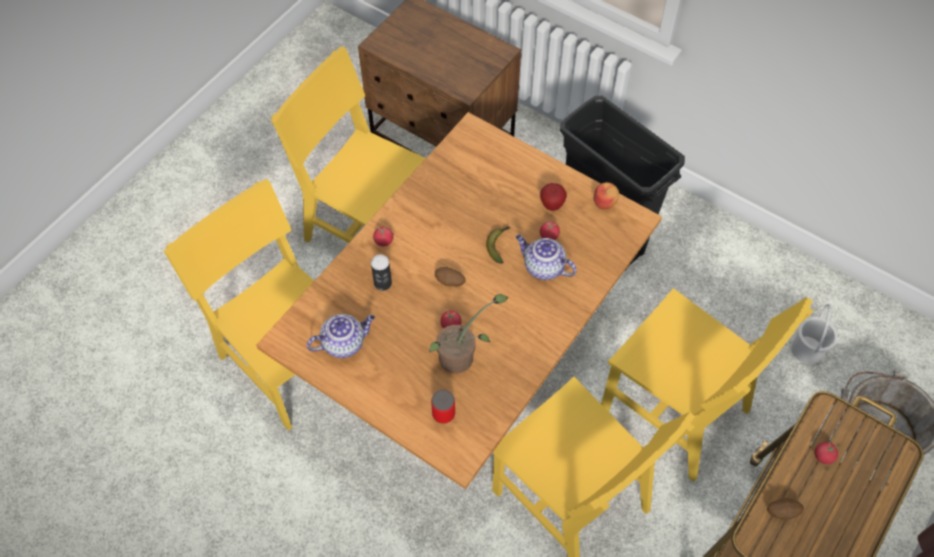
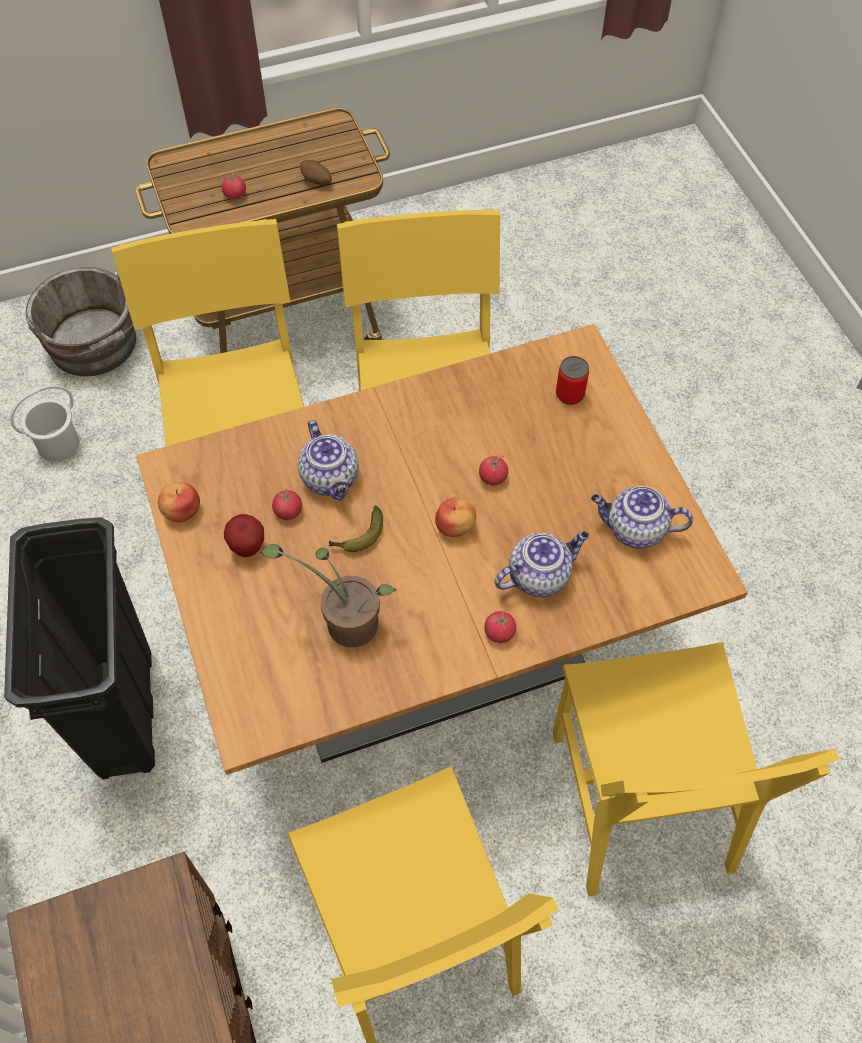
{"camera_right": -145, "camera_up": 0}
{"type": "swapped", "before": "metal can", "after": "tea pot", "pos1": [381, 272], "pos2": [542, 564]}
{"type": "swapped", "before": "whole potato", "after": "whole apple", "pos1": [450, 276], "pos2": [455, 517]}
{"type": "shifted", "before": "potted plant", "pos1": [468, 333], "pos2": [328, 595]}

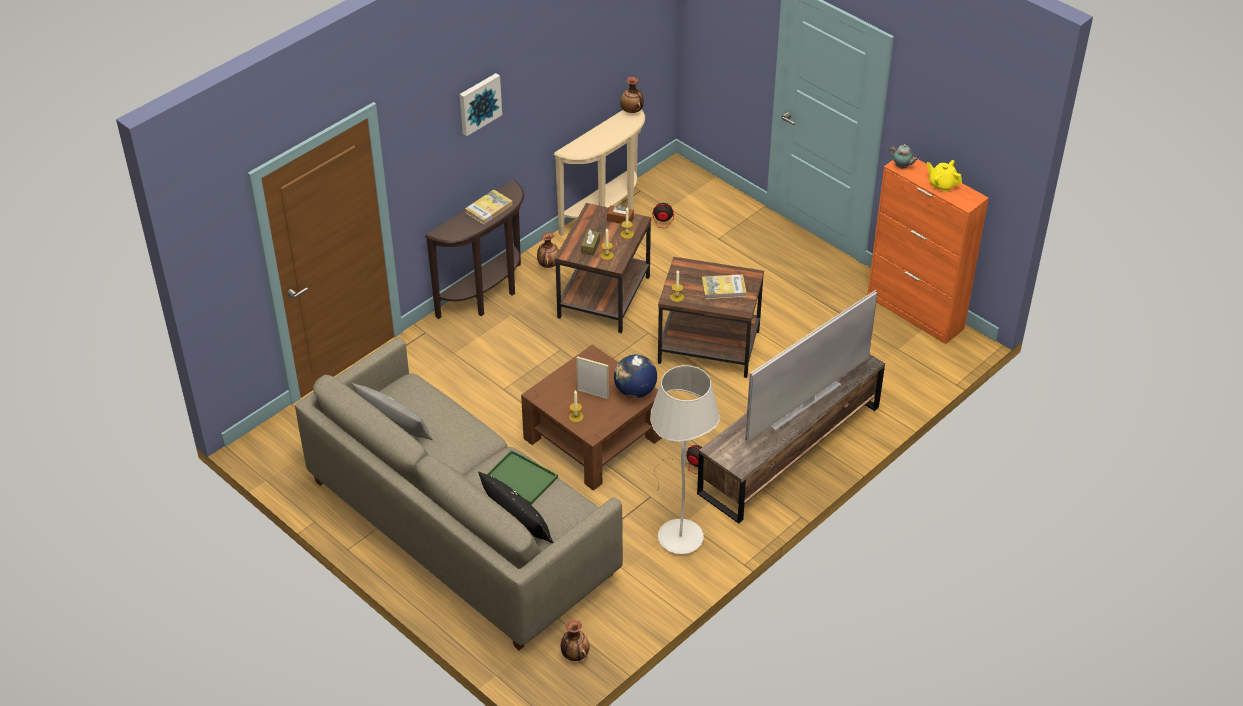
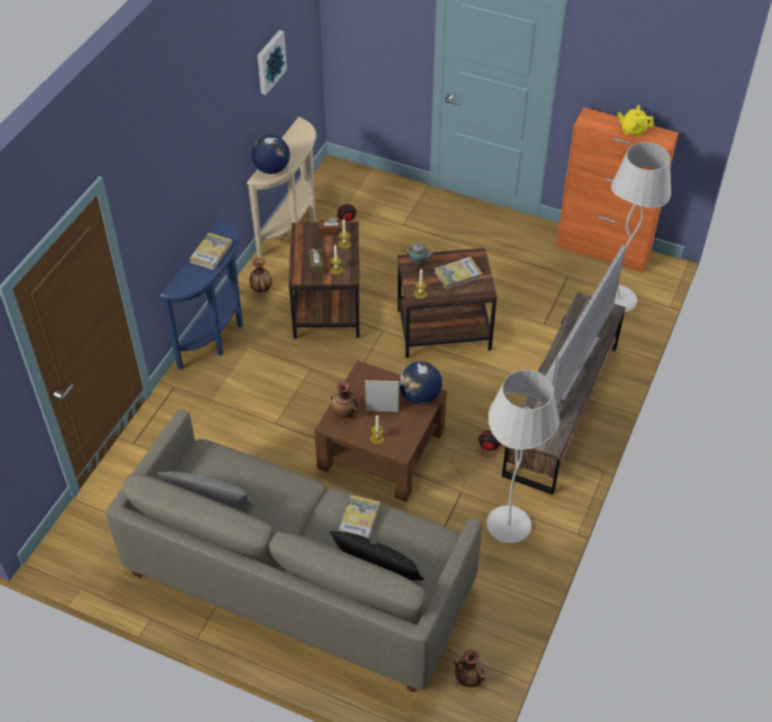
{"camera_right": -20, "camera_up": 5}
{"type": "shifted", "before": "picture", "pos1": [481, 104], "pos2": [272, 62]}
{"type": "shifted", "before": "flower vase", "pos1": [632, 95], "pos2": [344, 400]}
{"type": "shifted", "before": "tea pot", "pos1": [904, 156], "pos2": [419, 254]}
{"type": "repainted", "before": "brown narrow table", "after": "blue-coloured narrow table", "pos1": [474, 249], "pos2": [201, 294]}
{"type": "swapped", "before": "green tray", "after": "bound book", "pos1": [522, 477], "pos2": [359, 517]}
{"type": "new", "after": "desk globe", "pos2": [270, 154]}
{"type": "new", "after": "white-coloured standing lamp", "pos2": [641, 227]}

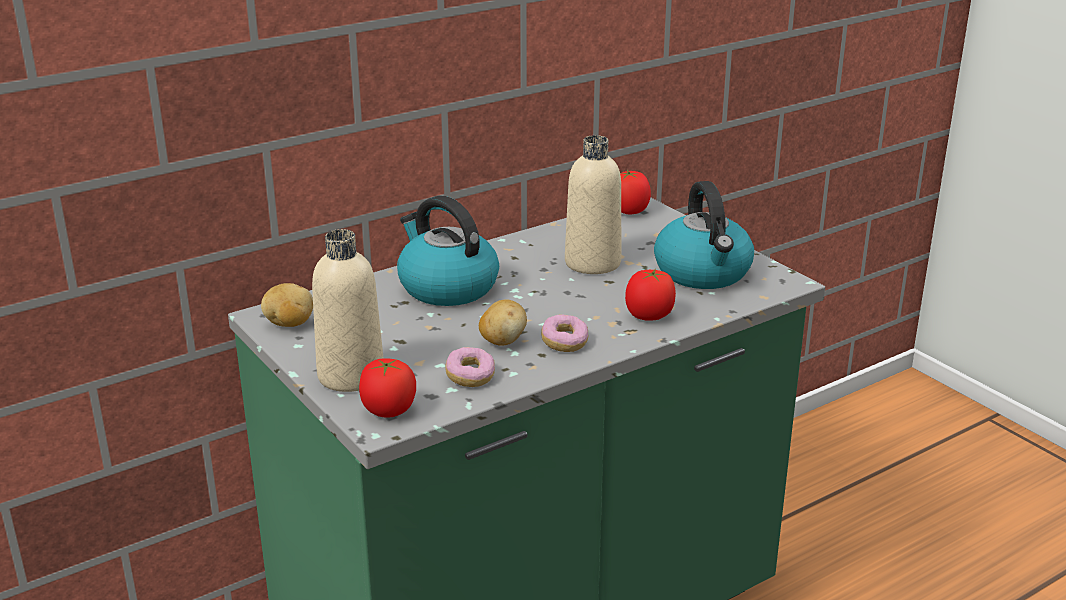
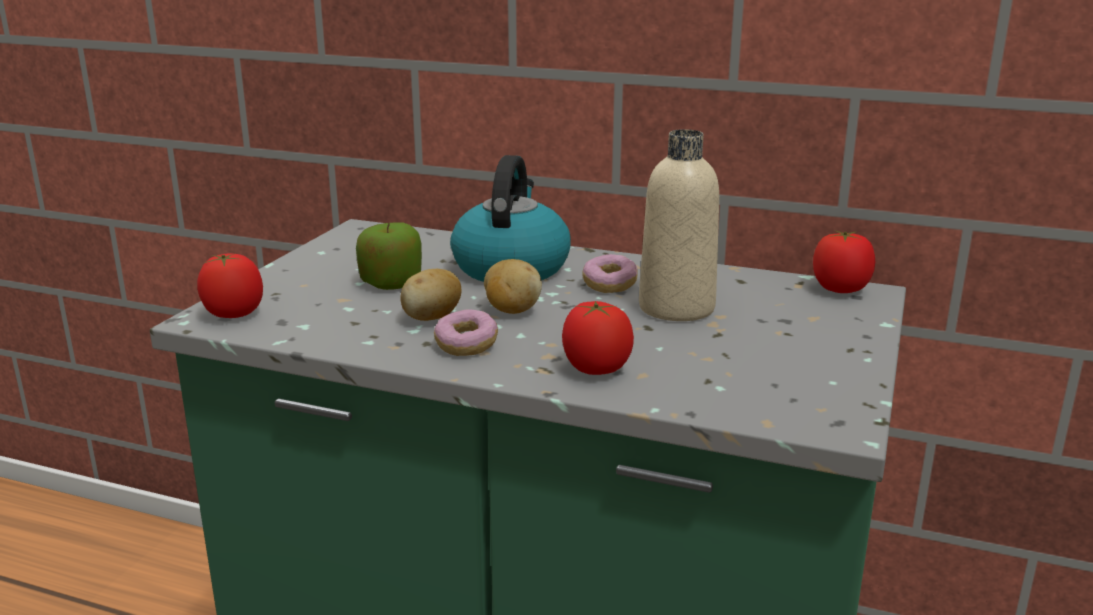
{"camera_right": 55, "camera_up": -5}
{"type": "gone", "before": "water kettle", "pos1": [704, 235]}
{"type": "gone", "before": "beige bottle", "pos1": [347, 310]}
{"type": "shifted", "before": "whole potato", "pos1": [287, 305], "pos2": [513, 286]}
{"type": "shifted", "before": "ring doughnut", "pos1": [470, 367], "pos2": [610, 273]}
{"type": "new", "after": "whole apple", "pos2": [389, 256]}

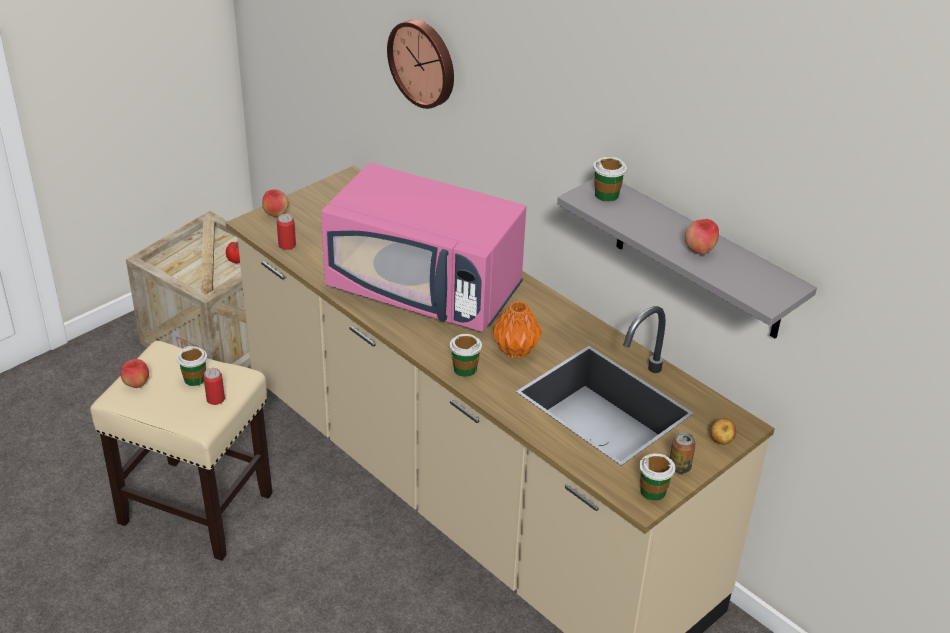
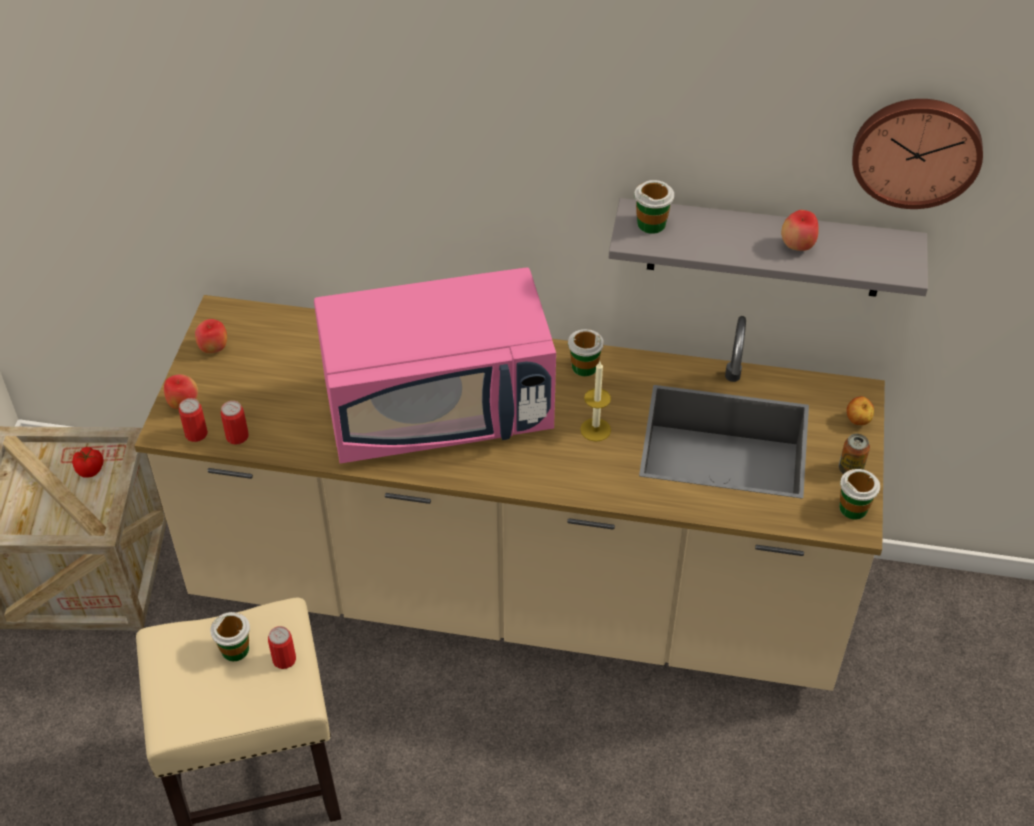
{"camera_right": -35, "camera_up": 10}
{"type": "shifted", "before": "wall clock", "pos1": [420, 64], "pos2": [917, 154]}
{"type": "swapped", "before": "orangey flower vase", "after": "wax light", "pos1": [517, 330], "pos2": [595, 401]}
{"type": "shifted", "before": "drinking cup", "pos1": [466, 355], "pos2": [586, 352]}
{"type": "shifted", "before": "whole apple", "pos1": [134, 373], "pos2": [211, 336]}
{"type": "new", "after": "metal can", "pos2": [193, 420]}

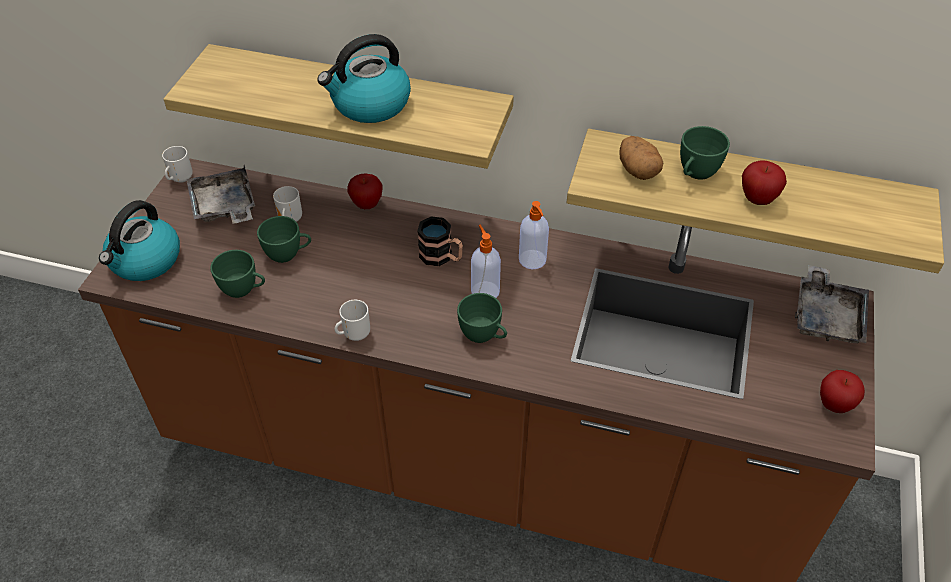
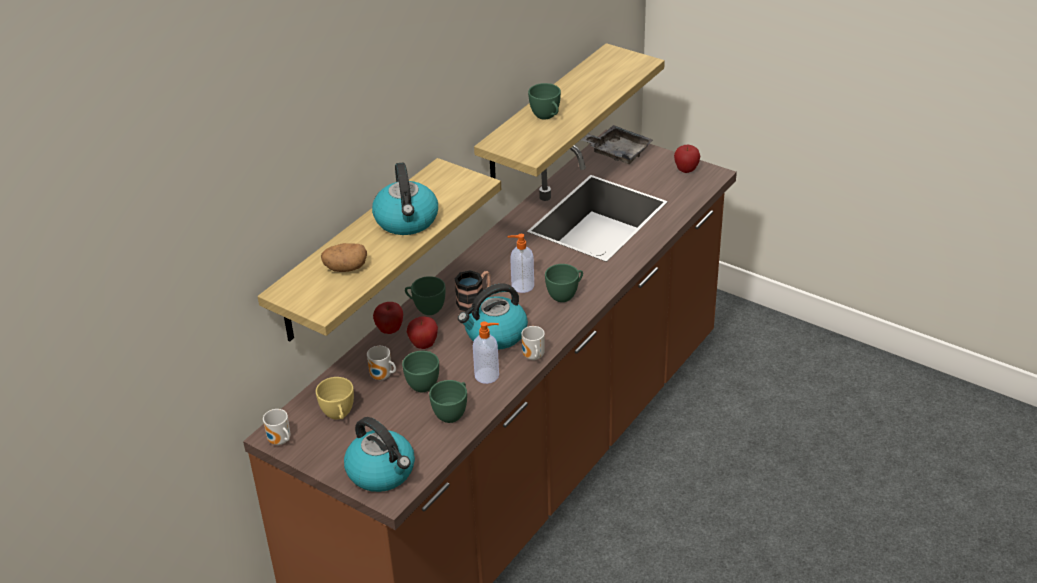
{"camera_right": -70, "camera_up": -10}
{"type": "shifted", "before": "whole potato", "pos1": [641, 158], "pos2": [344, 257]}
{"type": "shifted", "before": "whole apple", "pos1": [764, 182], "pos2": [422, 332]}
{"type": "swapped", "before": "grey tray", "after": "yellow-coloured drinking cup", "pos1": [220, 194], "pos2": [335, 398]}
{"type": "shifted", "before": "liquid soap bottle", "pos1": [534, 235], "pos2": [486, 352]}
{"type": "new", "after": "green drinking cup", "pos2": [425, 295]}
{"type": "new", "after": "water kettle", "pos2": [493, 316]}

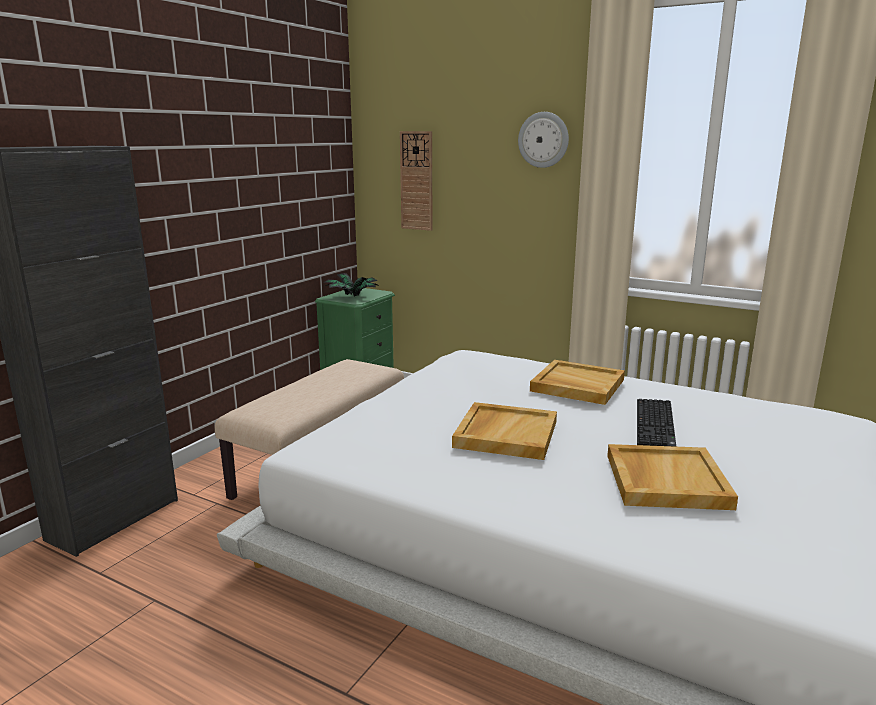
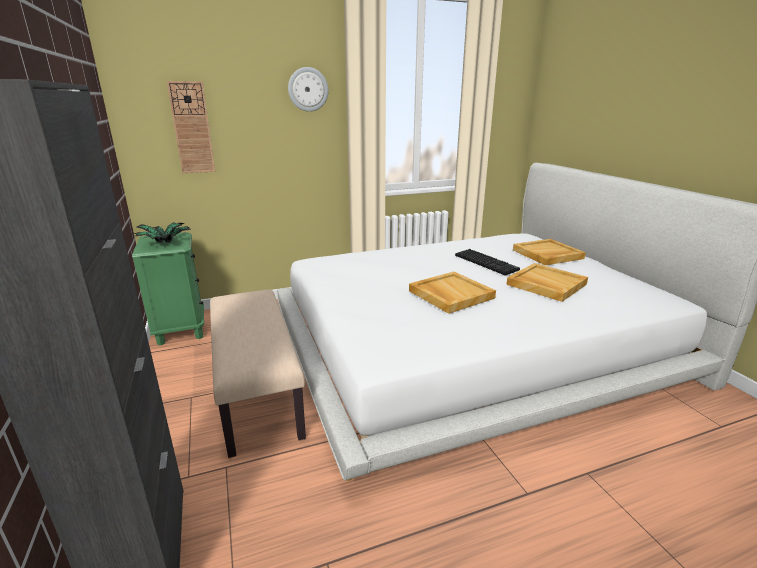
{"camera_right": -50, "camera_up": 5}
{"type": "shifted", "before": "beige tray", "pos1": [577, 382], "pos2": [549, 252]}

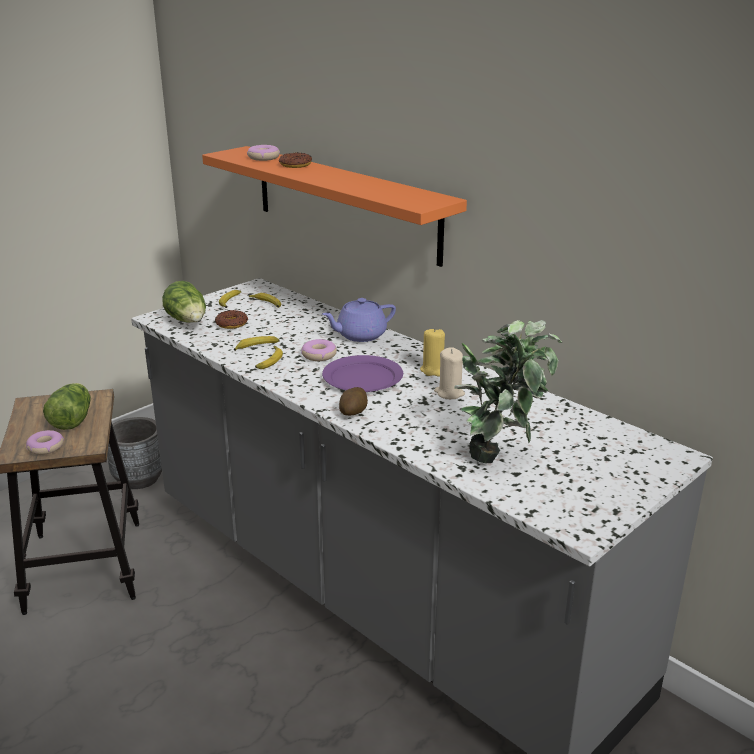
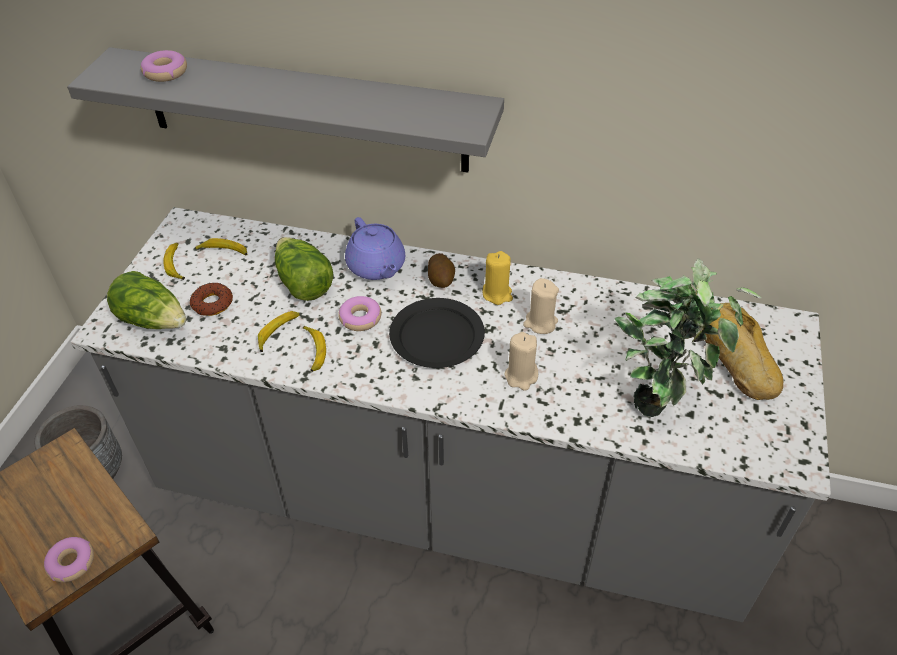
{"camera_right": -30, "camera_up": 20}
{"type": "repainted", "before": "orangey wall shelf", "after": "grey wall shelf", "pos1": [334, 206], "pos2": [285, 110]}
{"type": "gone", "before": "ring doughnut", "pos1": [295, 160]}
{"type": "rotated", "before": "purplish tea pot", "pos1": [359, 320], "pos2": [375, 248], "turn": -60}
{"type": "repainted", "before": "purplish dinner plate", "after": "black dinner plate", "pos1": [362, 373], "pos2": [437, 333]}
{"type": "shifted", "before": "head of lettuce", "pos1": [67, 406], "pos2": [304, 269]}
{"type": "shifted", "before": "whole potato", "pos1": [353, 401], "pos2": [441, 270]}
{"type": "new", "after": "baked bread", "pos2": [744, 351]}
{"type": "new", "after": "beige wax light", "pos2": [521, 361]}

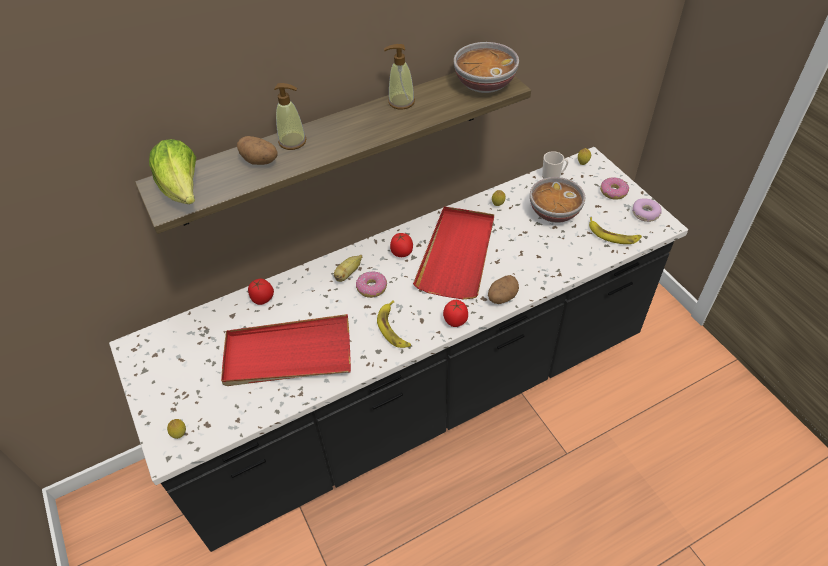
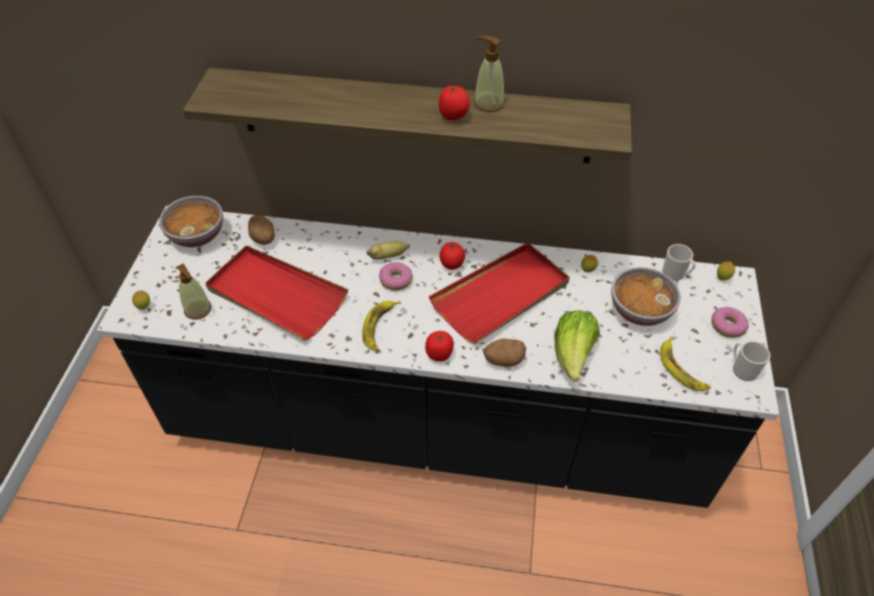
{"camera_right": 35, "camera_up": 0}
{"type": "shifted", "before": "bowl", "pos1": [486, 67], "pos2": [191, 221]}
{"type": "shifted", "before": "liquid soap bottle", "pos1": [290, 116], "pos2": [193, 291]}
{"type": "shifted", "before": "whole potato", "pos1": [257, 150], "pos2": [261, 230]}
{"type": "shifted", "before": "head of lettuce", "pos1": [172, 171], "pos2": [577, 345]}
{"type": "swapped", "before": "ring doughnut", "after": "coffee mug", "pos1": [647, 210], "pos2": [751, 361]}
{"type": "shifted", "before": "fresh tomato", "pos1": [261, 292], "pos2": [454, 103]}

